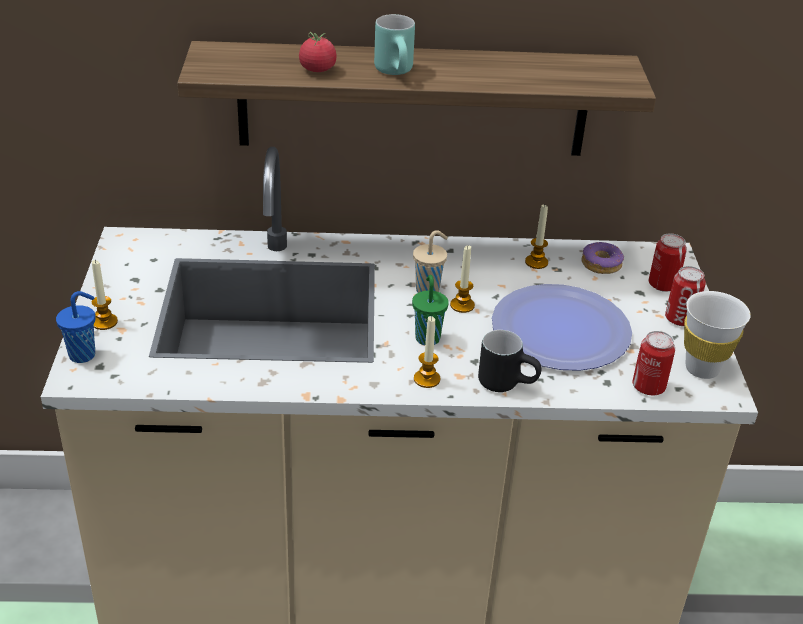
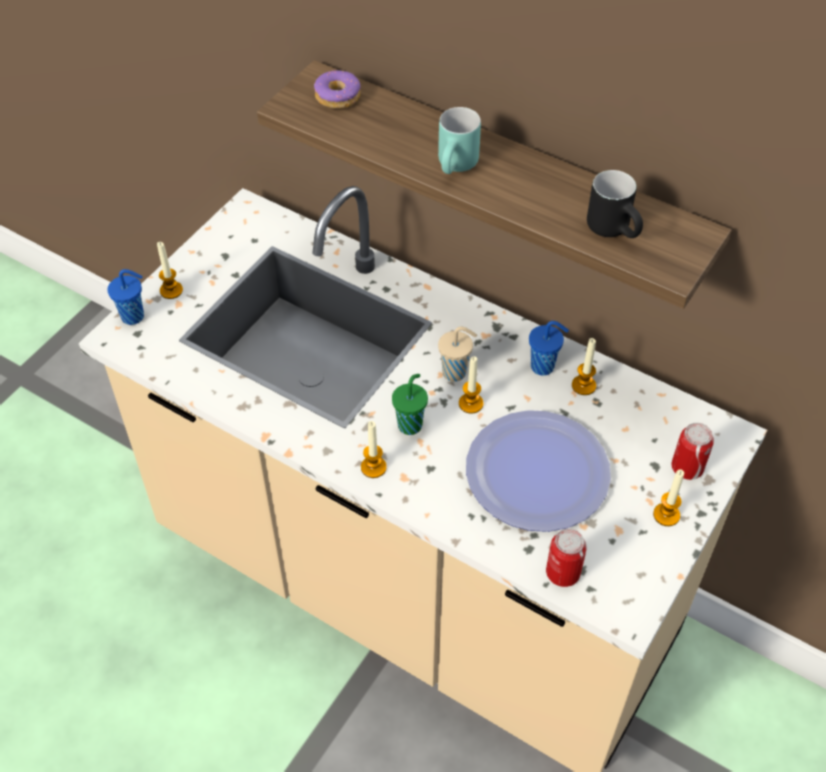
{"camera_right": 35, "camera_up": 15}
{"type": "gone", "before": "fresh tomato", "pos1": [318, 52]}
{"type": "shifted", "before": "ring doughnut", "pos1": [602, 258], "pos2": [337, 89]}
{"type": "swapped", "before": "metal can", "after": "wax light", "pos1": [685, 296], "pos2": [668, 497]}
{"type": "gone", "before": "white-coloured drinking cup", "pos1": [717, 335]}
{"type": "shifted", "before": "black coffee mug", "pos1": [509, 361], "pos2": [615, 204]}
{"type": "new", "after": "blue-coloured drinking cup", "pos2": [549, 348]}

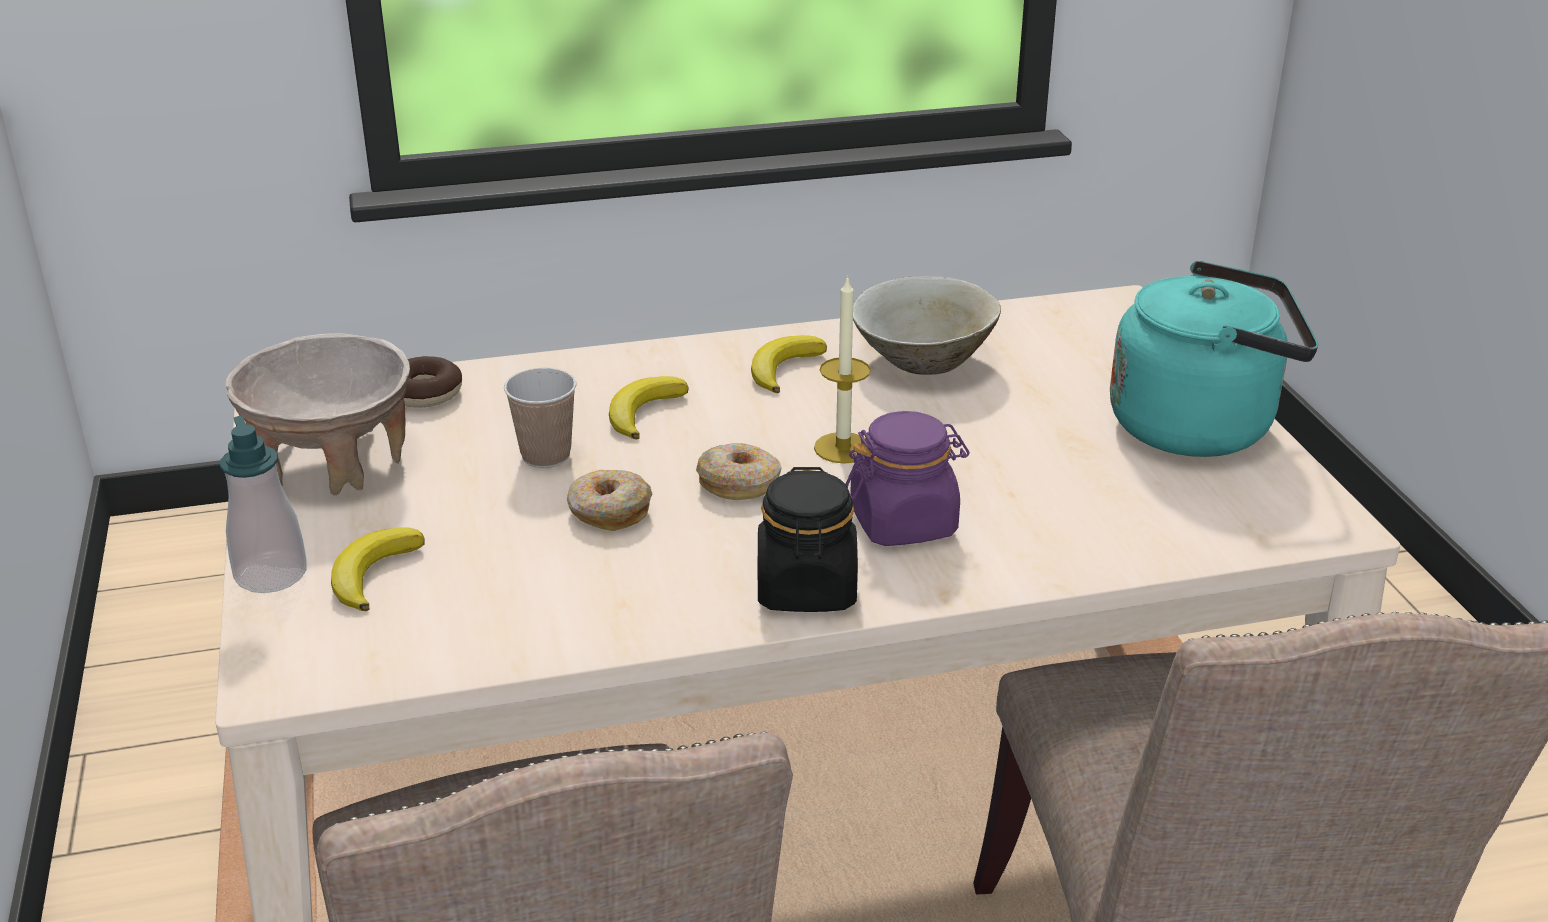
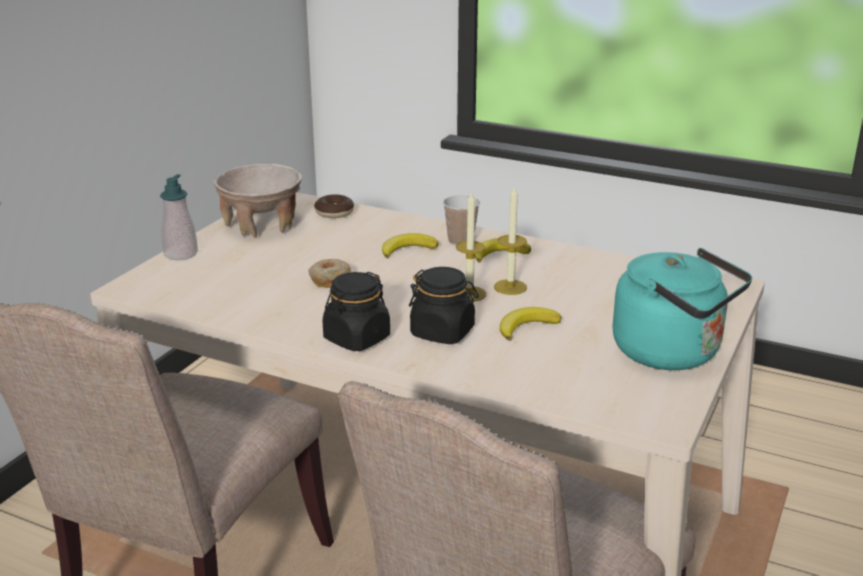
{"camera_right": 40, "camera_up": -5}
{"type": "gone", "before": "beige bowl", "pos1": [927, 325]}
{"type": "shifted", "before": "drinking cup", "pos1": [540, 418], "pos2": [461, 220]}
{"type": "repainted", "before": "purplish jar", "after": "black jar", "pos1": [908, 478], "pos2": [444, 305]}
{"type": "gone", "before": "ring doughnut", "pos1": [739, 471]}
{"type": "shifted", "before": "banana", "pos1": [378, 569], "pos2": [530, 324]}
{"type": "new", "after": "wax light", "pos2": [510, 240]}

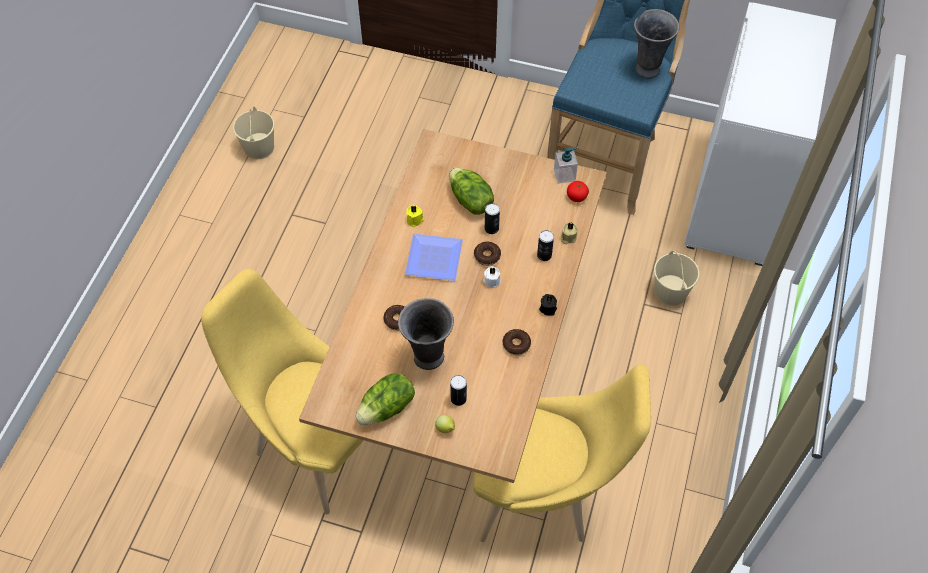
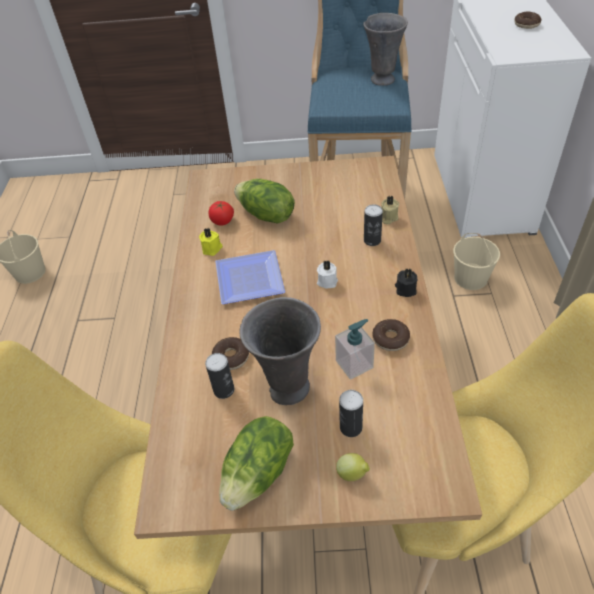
{"camera_right": -15, "camera_up": -10}
{"type": "shifted", "before": "liquid soap bottle", "pos1": [566, 165], "pos2": [355, 349]}
{"type": "shifted", "before": "fresh tomato", "pos1": [578, 191], "pos2": [221, 213]}
{"type": "shifted", "before": "metal can", "pos1": [492, 218], "pos2": [219, 376]}
{"type": "shifted", "before": "ring doughnut", "pos1": [487, 254], "pos2": [528, 20]}

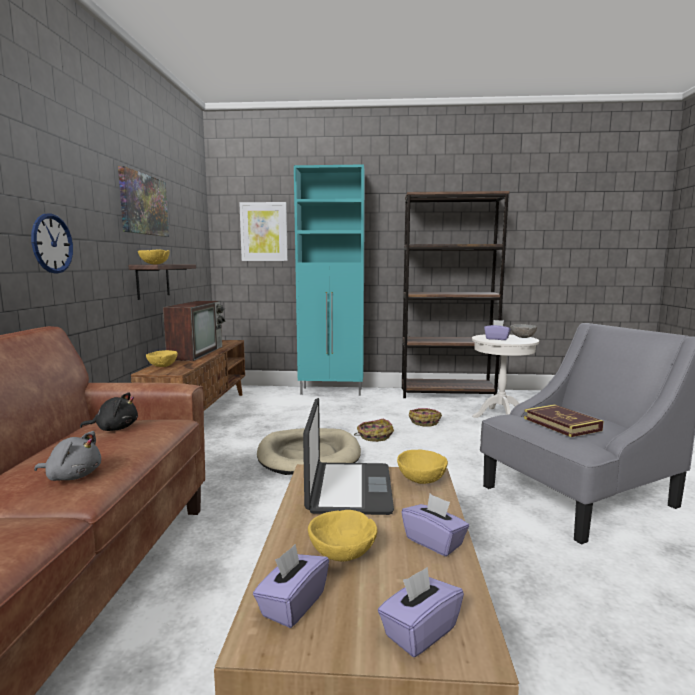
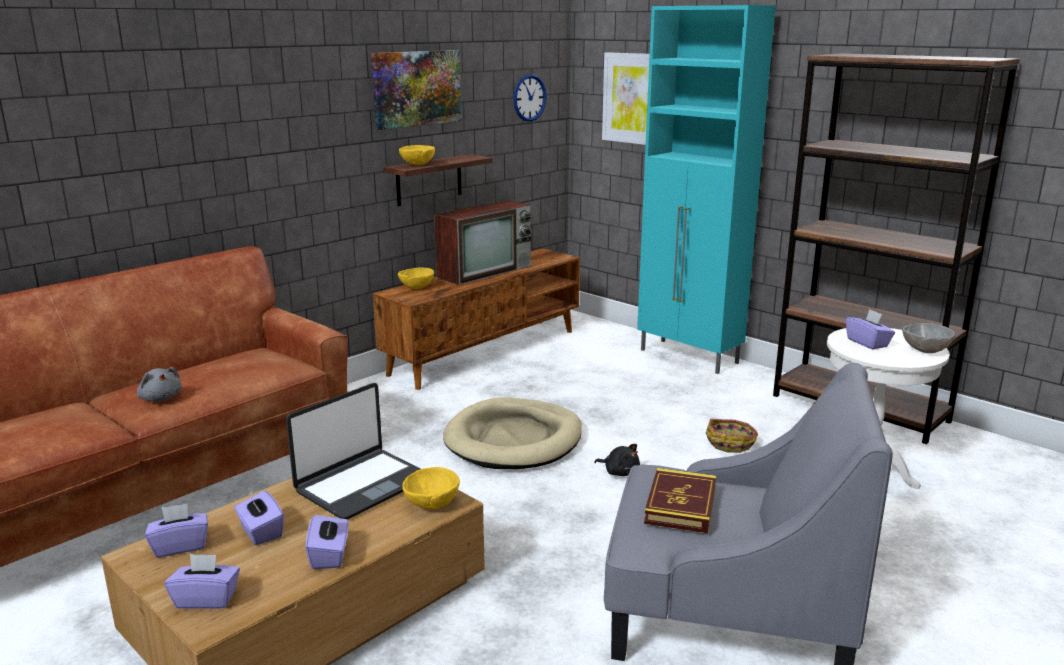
{"camera_right": 40, "camera_up": 10}
{"type": "shifted", "before": "wall clock", "pos1": [52, 243], "pos2": [529, 98]}
{"type": "shifted", "before": "black plush toy", "pos1": [109, 411], "pos2": [617, 460]}
{"type": "gone", "before": "basket", "pos1": [374, 430]}
{"type": "swapped", "before": "yellow-coloured bowl", "after": "purplish tissue box", "pos1": [342, 535], "pos2": [259, 518]}

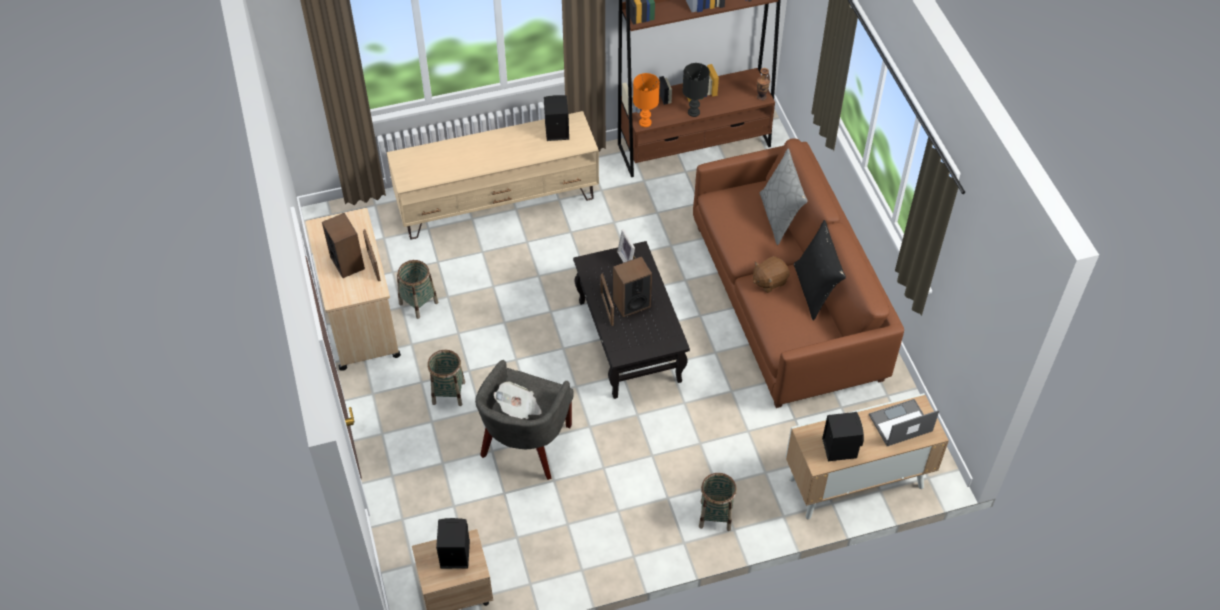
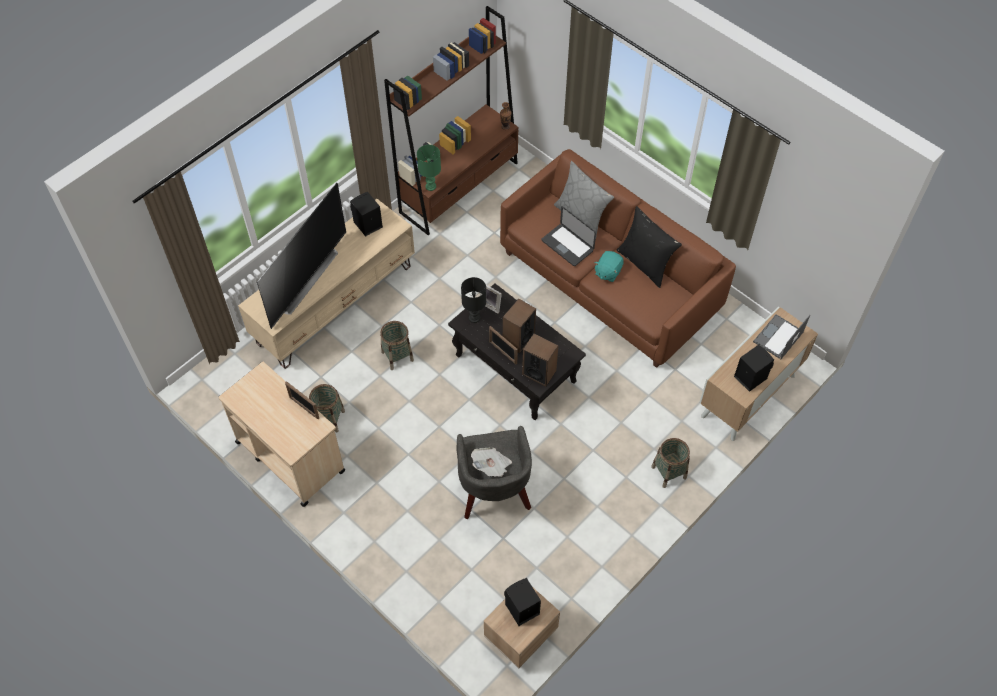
{"camera_right": -30, "camera_up": 5}
{"type": "shifted", "before": "black lamp for a table", "pos1": [696, 90], "pos2": [473, 300]}
{"type": "repainted", "before": "orangey lamp for a table", "after": "green lamp for a table", "pos1": [646, 100], "pos2": [429, 168]}
{"type": "shifted", "before": "audio speaker", "pos1": [343, 245], "pos2": [540, 360]}
{"type": "repainted", "before": "brown plush toy", "after": "blue-green plush toy", "pos1": [771, 274], "pos2": [609, 266]}
{"type": "shifted", "before": "basket", "pos1": [446, 378], "pos2": [397, 345]}
{"type": "new", "after": "TV", "pos2": [301, 256]}
{"type": "new", "after": "notebook computer", "pos2": [568, 236]}

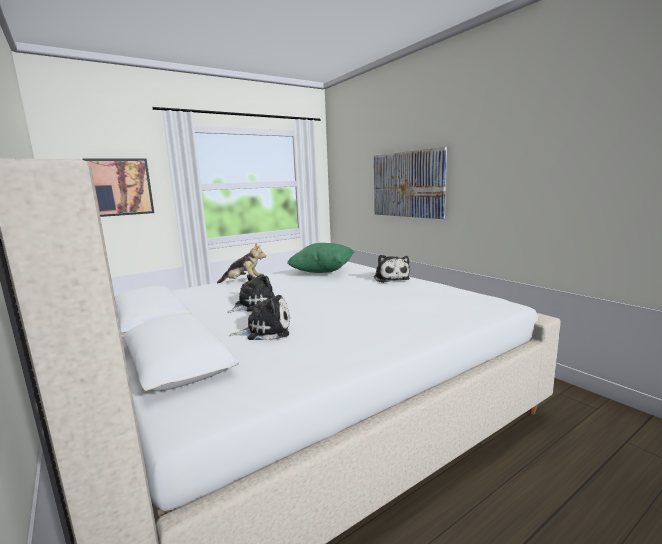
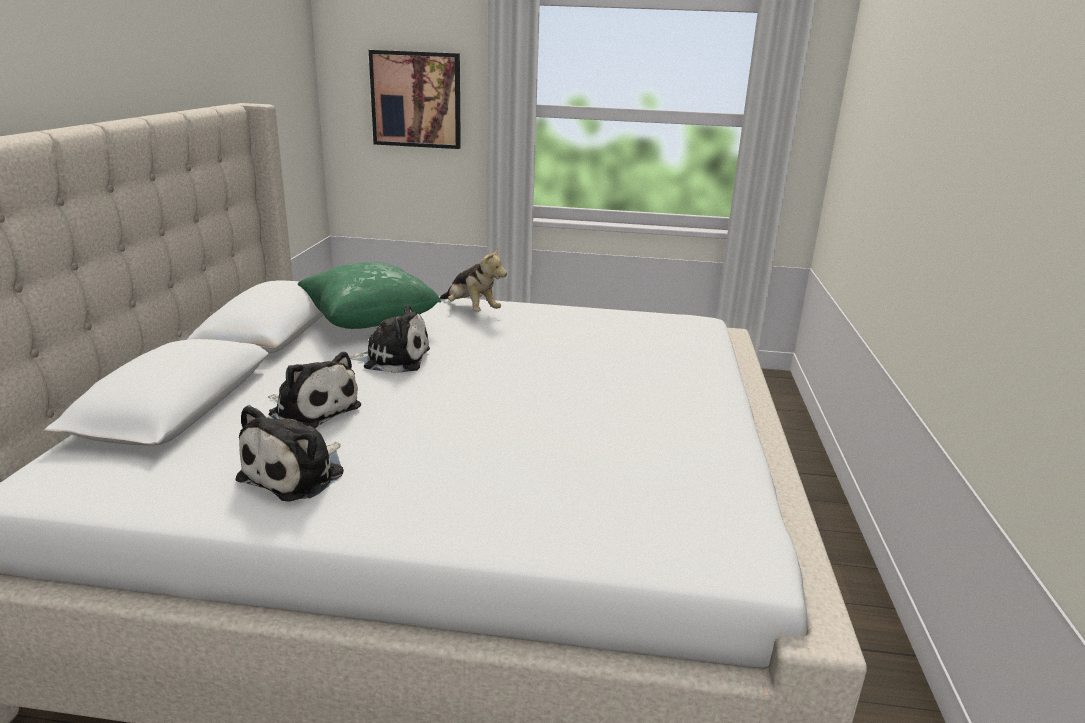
{"camera_right": 40, "camera_up": 10}
{"type": "gone", "before": "picture", "pos1": [410, 183]}
{"type": "shifted", "before": "green cushion", "pos1": [321, 258], "pos2": [369, 295]}
{"type": "shifted", "before": "plush toy", "pos1": [392, 269], "pos2": [289, 453]}

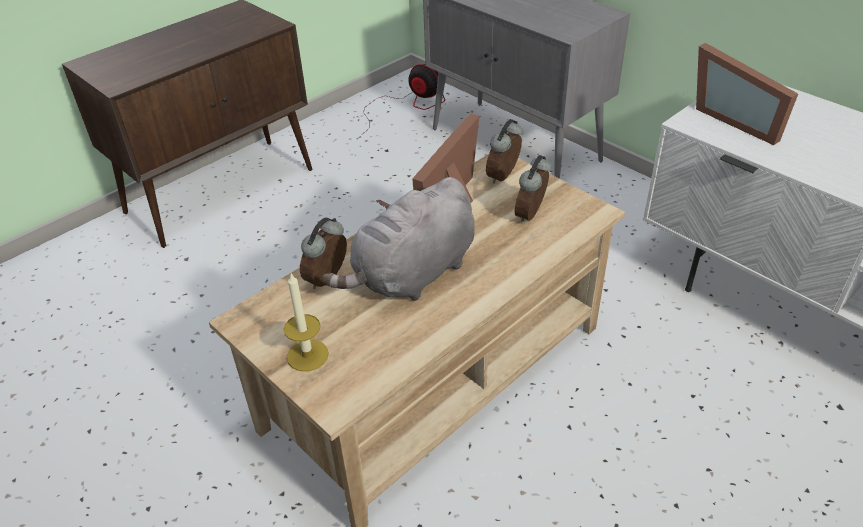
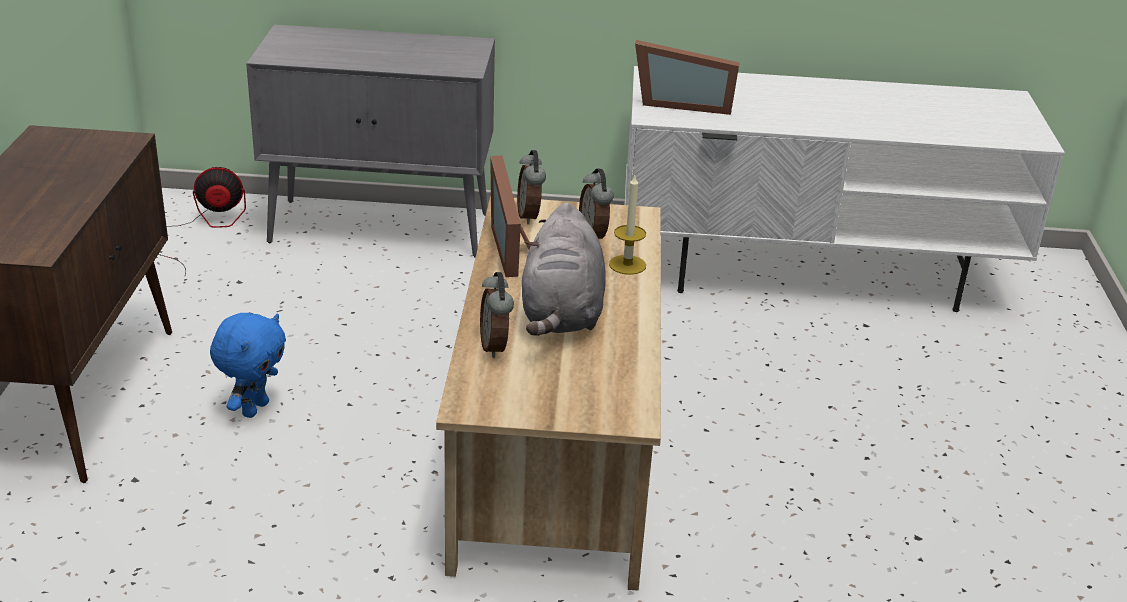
{"camera_right": -45, "camera_up": -10}
{"type": "shifted", "before": "wax light", "pos1": [306, 322], "pos2": [627, 225]}
{"type": "new", "after": "blue-coloured plush toy", "pos2": [248, 365]}

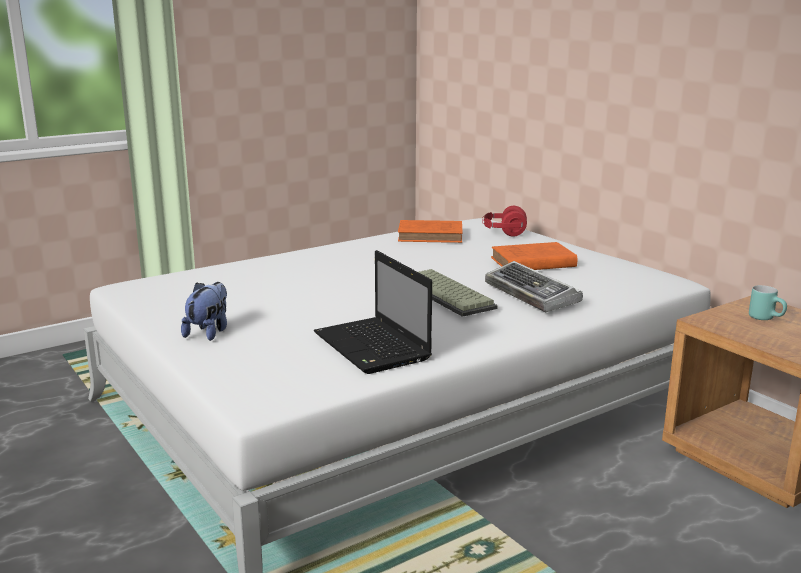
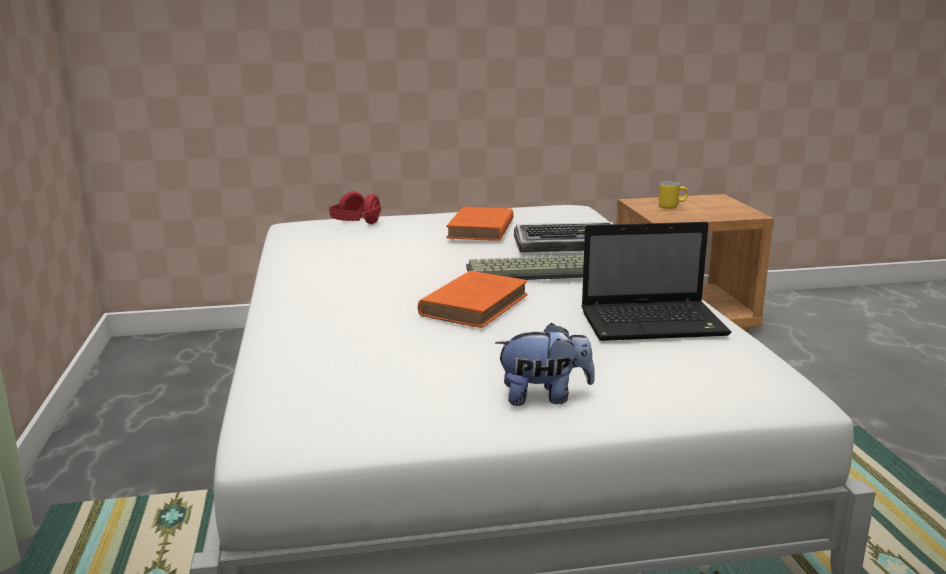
{"camera_right": -65, "camera_up": 0}
{"type": "shifted", "before": "orangey bound book", "pos1": [430, 231], "pos2": [473, 299]}
{"type": "rotated", "before": "plush toy", "pos1": [204, 311], "pos2": [545, 364], "turn": 135}
{"type": "repainted", "before": "blue-green coffee mug", "after": "yellow-coloured coffee mug", "pos1": [768, 302], "pos2": [673, 195]}

